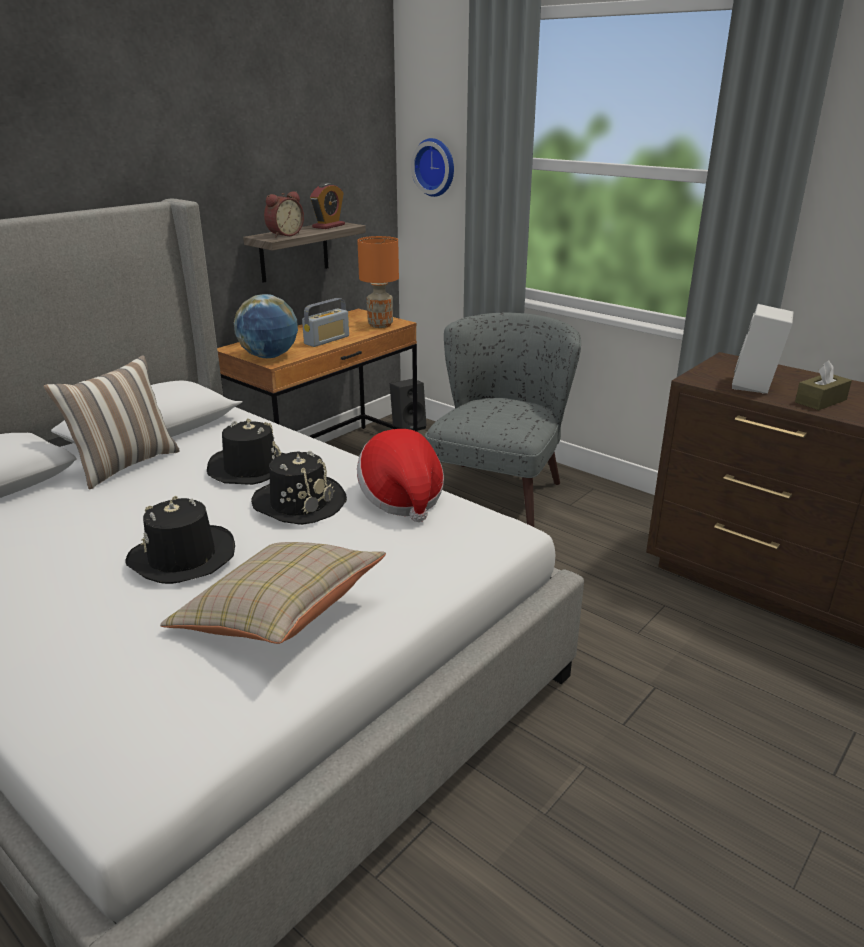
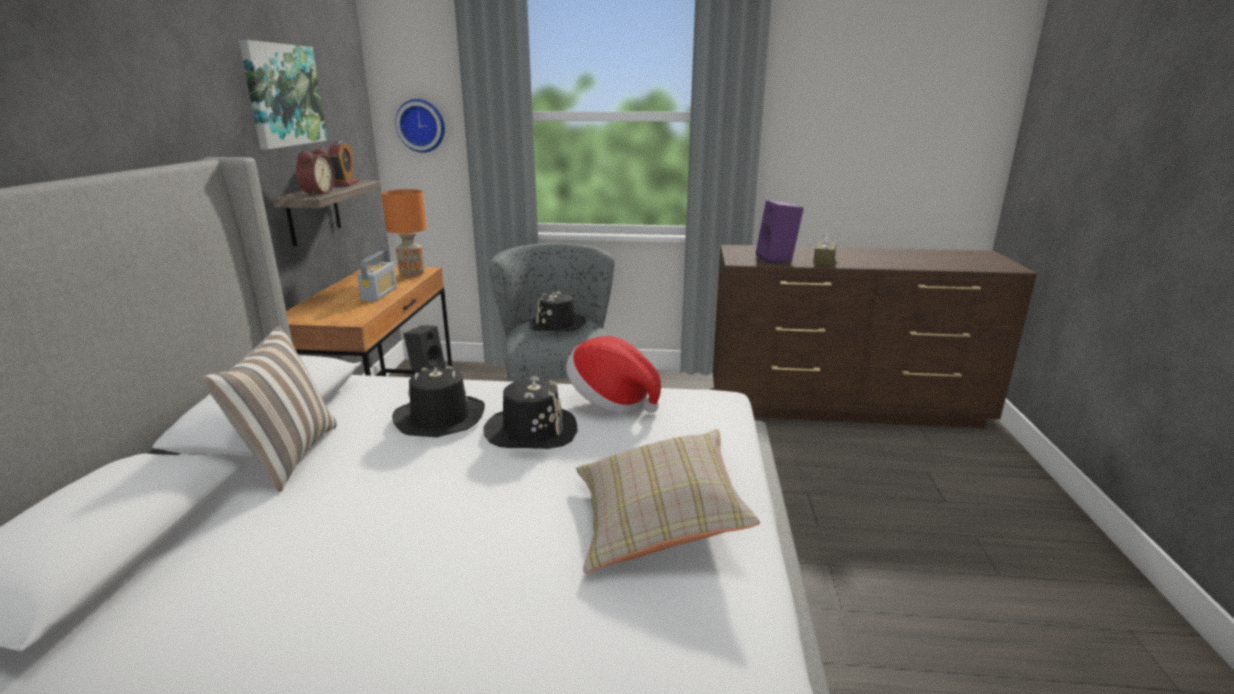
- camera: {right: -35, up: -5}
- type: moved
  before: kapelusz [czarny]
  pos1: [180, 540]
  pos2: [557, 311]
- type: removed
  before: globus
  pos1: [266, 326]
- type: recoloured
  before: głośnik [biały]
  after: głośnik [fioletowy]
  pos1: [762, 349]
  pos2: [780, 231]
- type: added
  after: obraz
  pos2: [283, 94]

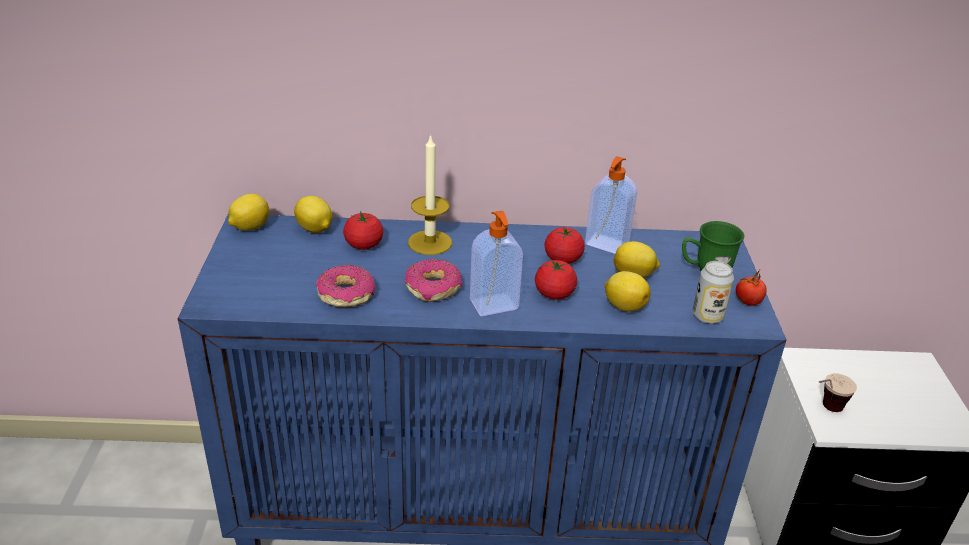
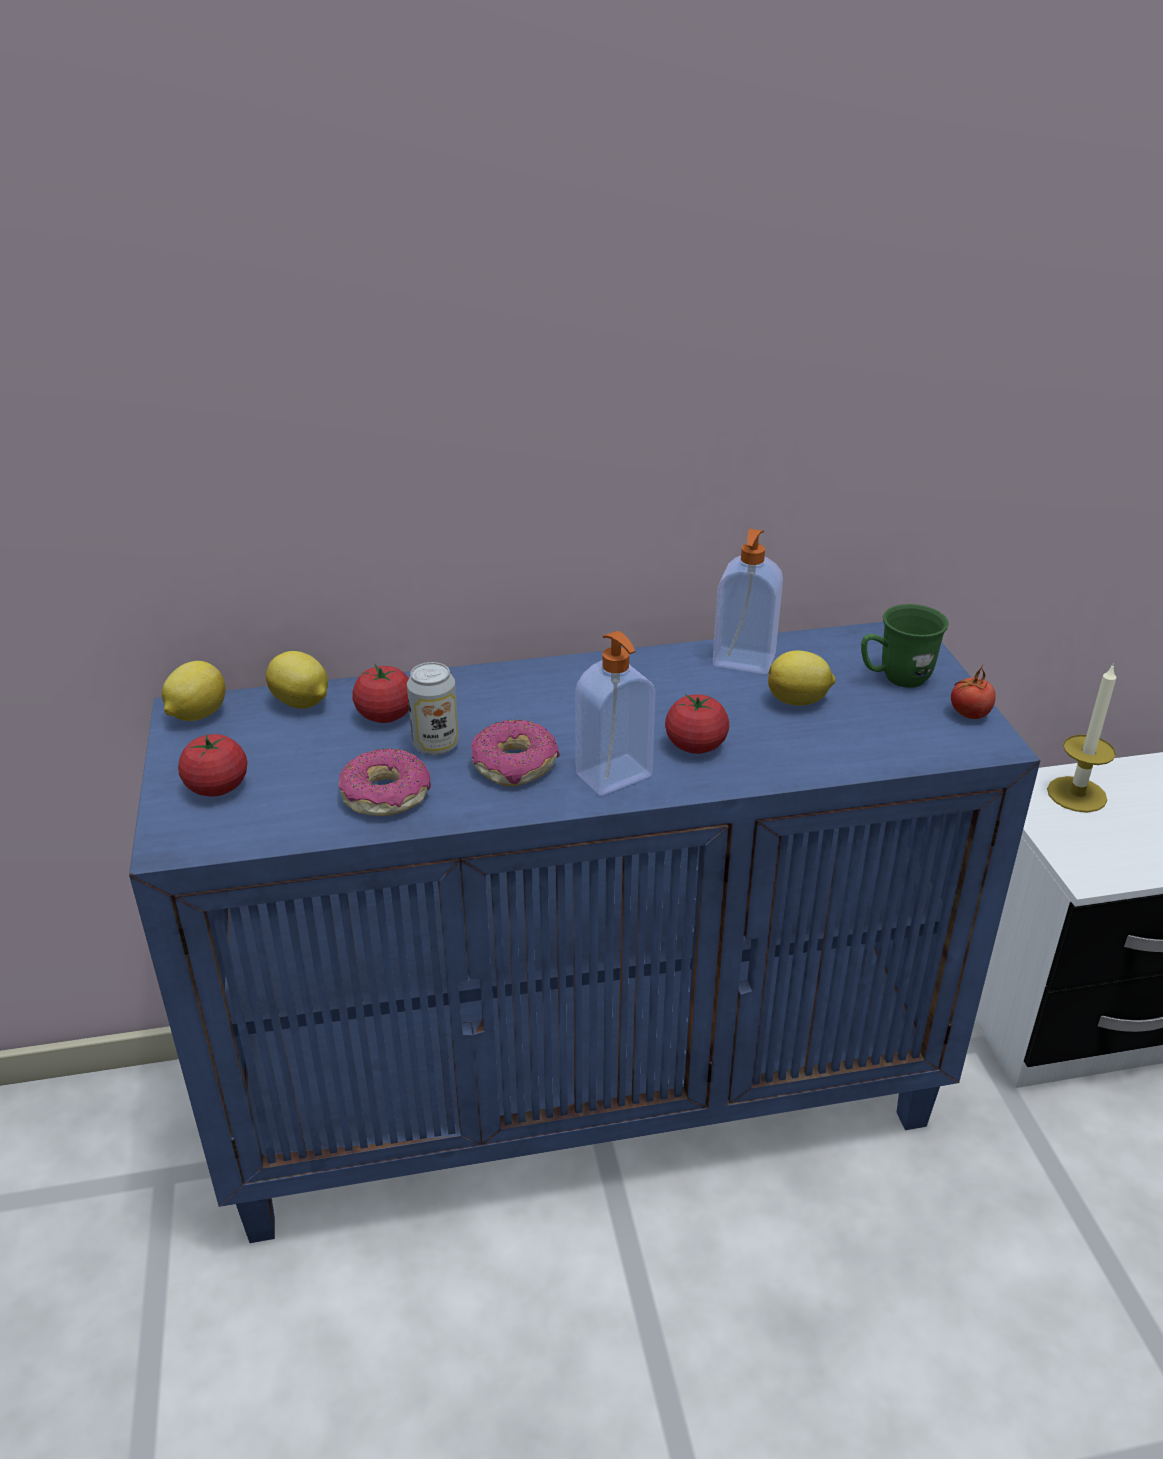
- camera: {right: -10, up: 0}
- type: moved
  before: świeca
  pos1: [430, 194]
  pos2: [1081, 737]
- type: moved
  before: pomidor
  pos1: [564, 245]
  pos2: [213, 765]
- type: removed
  before: cytryna
  pos1: [628, 291]
- type: moved
  before: puszka
  pos1: [713, 292]
  pos2: [433, 708]
- type: removed
  before: filiżanka
  pos1: [838, 392]

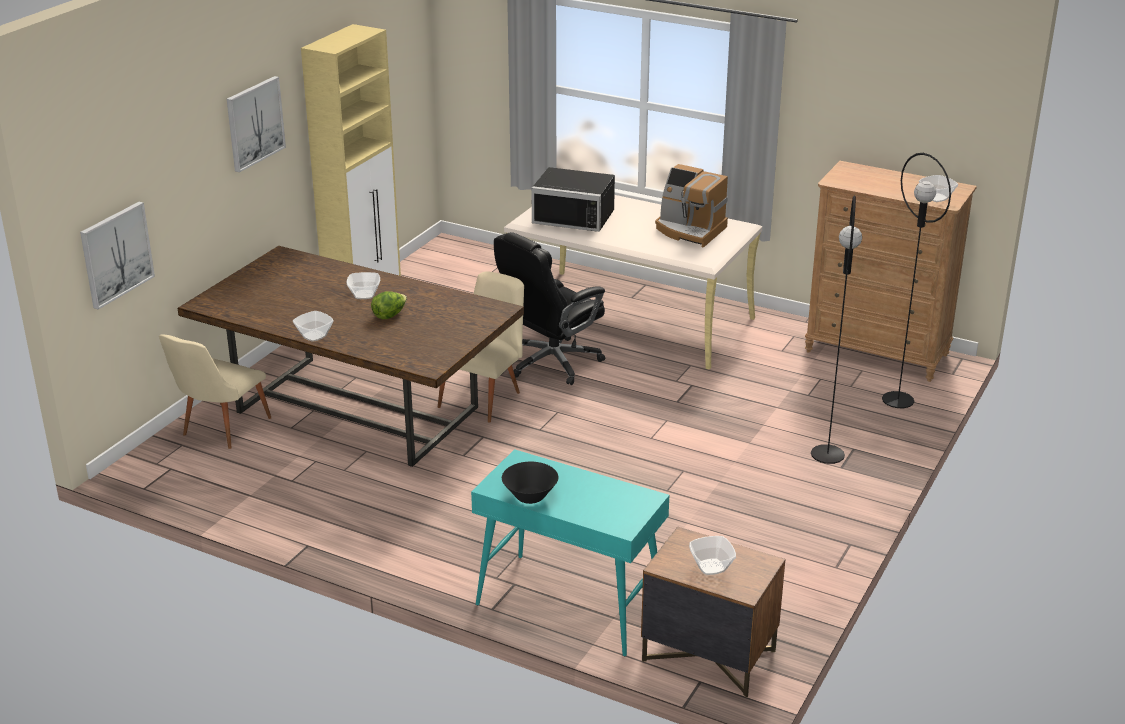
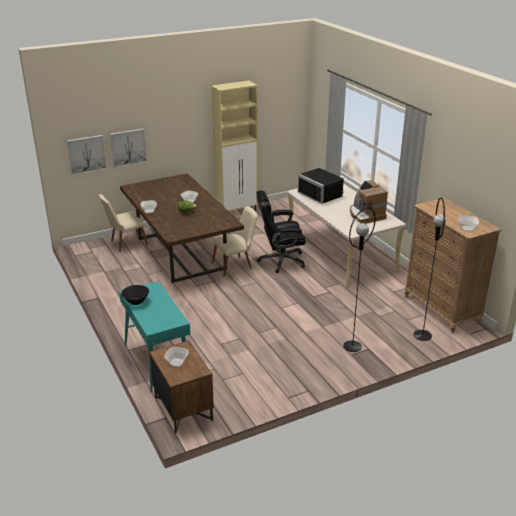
- camera: {right: 35, up: 0}
- type: moved
  before: obraz
  pos1: [256, 124]
  pos2: [128, 148]

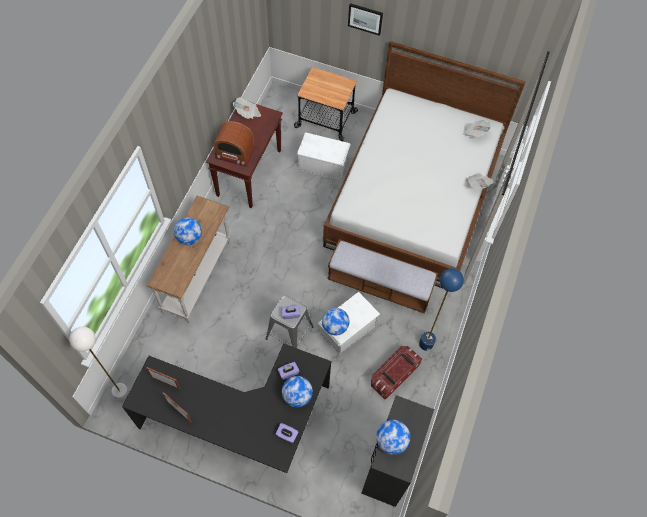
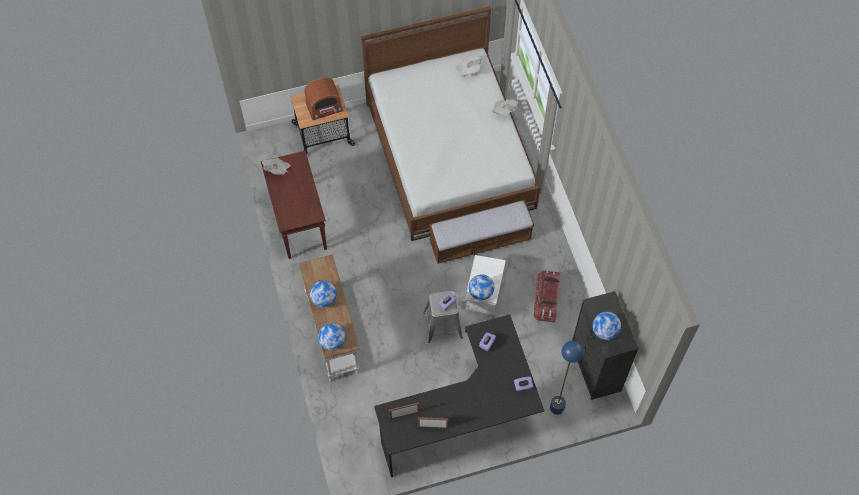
- camera: {right: -35, up: 0}
- type: removed
  before: lampa stojąca [biały]
  pos1: [99, 364]
- type: moved
  before: radio
  pos1: [235, 144]
  pos2: [323, 98]
- type: moved
  before: globus
  pos1: [297, 391]
  pos2: [332, 336]
- type: removed
  before: pojemnik do przechowywania [biały]
  pos1: [324, 156]
- type: removed
  before: obraz
  pos1: [365, 19]
- type: moved
  before: lampa stojąca [niebieski]
  pos1: [441, 309]
  pos2: [567, 378]

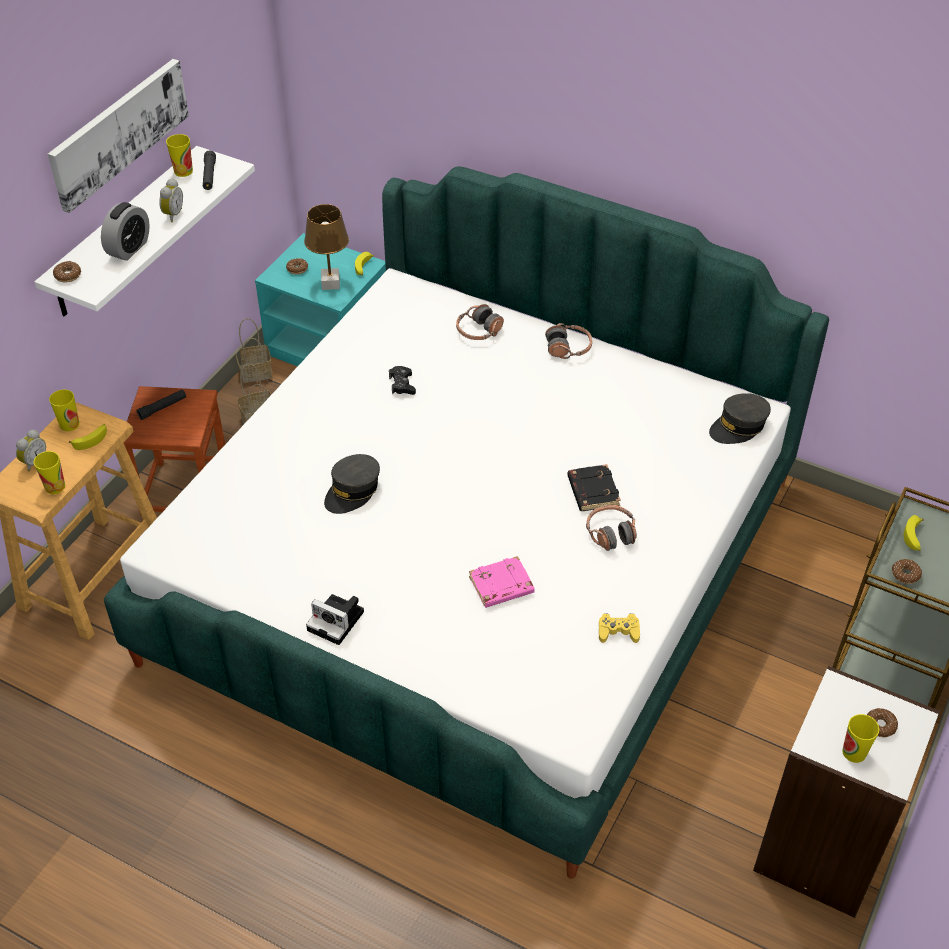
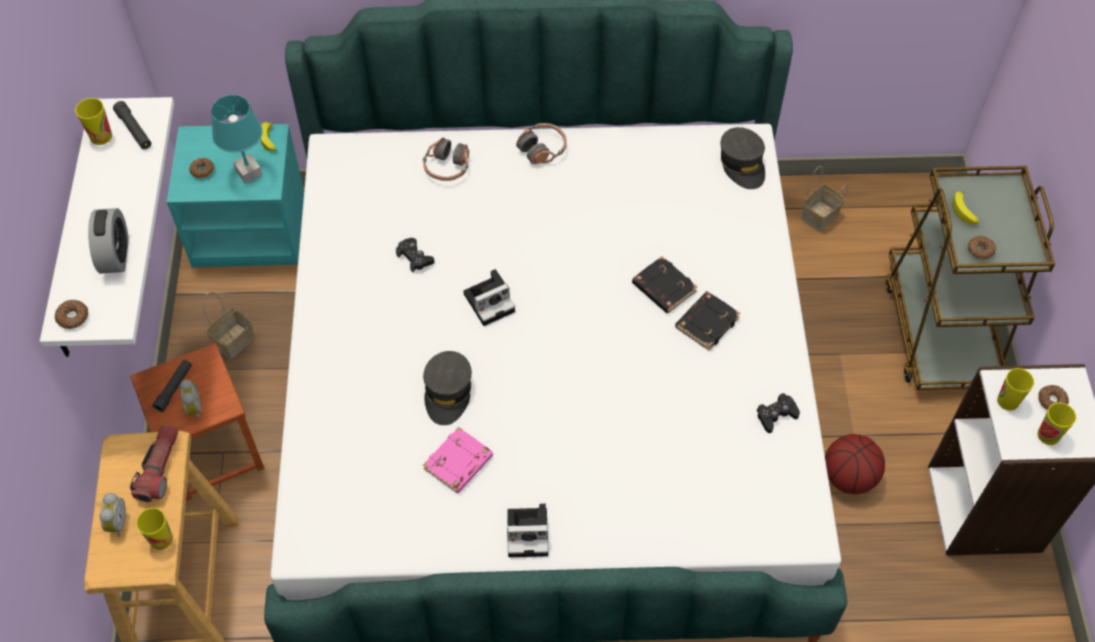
- camera: {right: -30, up: 10}
- type: removed
  before: obraz
  pos1: [118, 136]
- type: moved
  before: filiżanka
  pos1: [64, 410]
  pos2: [1015, 389]
- type: replaced
  before: banan
  after: latarka
  pos1: [88, 437]
  pos2: [154, 463]
- type: moved
  before: budzik
  pos1: [171, 200]
  pos2: [190, 399]
- type: moved
  before: koszyk
  pos1: [254, 350]
  pos2: [824, 199]
- type: recoloured
  before: lampa stołowa [brązowy]
  after: lampa stołowa [turkusowy]
  pos1: [326, 247]
  pos2: [237, 139]
- type: moved
  before: książka [różowy]
  pos1: [502, 582]
  pos2: [458, 460]
- type: replaced
  before: słuchawki
  after: książka [czarny]
  pos1: [611, 528]
  pos2: [708, 321]
- type: recoloured
  before: pad do gier [żółty]
  after: pad do gier [czarny]
  pos1: [619, 628]
  pos2: [778, 413]
- type: turned
  before: czapka z daszkiem [szary]
  pos1: [740, 418]
  pos2: [742, 158]
  turn: -45
- type: added
  after: aparat fotograficzny
  pos2: [489, 297]
- type: added
  after: piłka do koszykówki
  pos2: [855, 464]

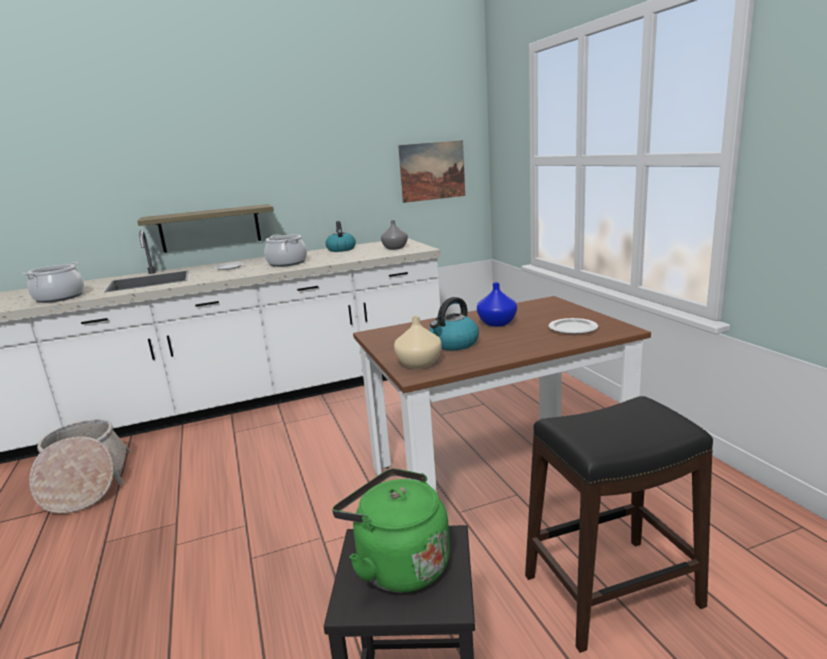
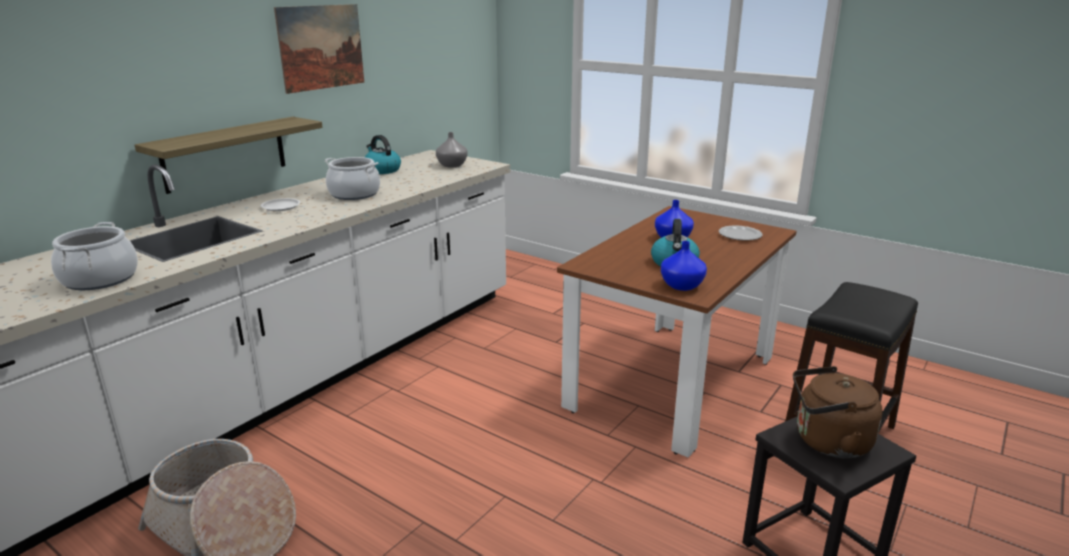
- camera: {right: -35, up: 5}
- type: recoloured
  before: czajnik [zielony]
  after: czajnik [brązowy]
  pos1: [391, 530]
  pos2: [838, 412]
- type: recoloured
  before: wazon [beżowy]
  after: wazon [niebieski]
  pos1: [418, 342]
  pos2: [684, 266]
- type: moved
  before: obraz
  pos1: [431, 171]
  pos2: [319, 49]

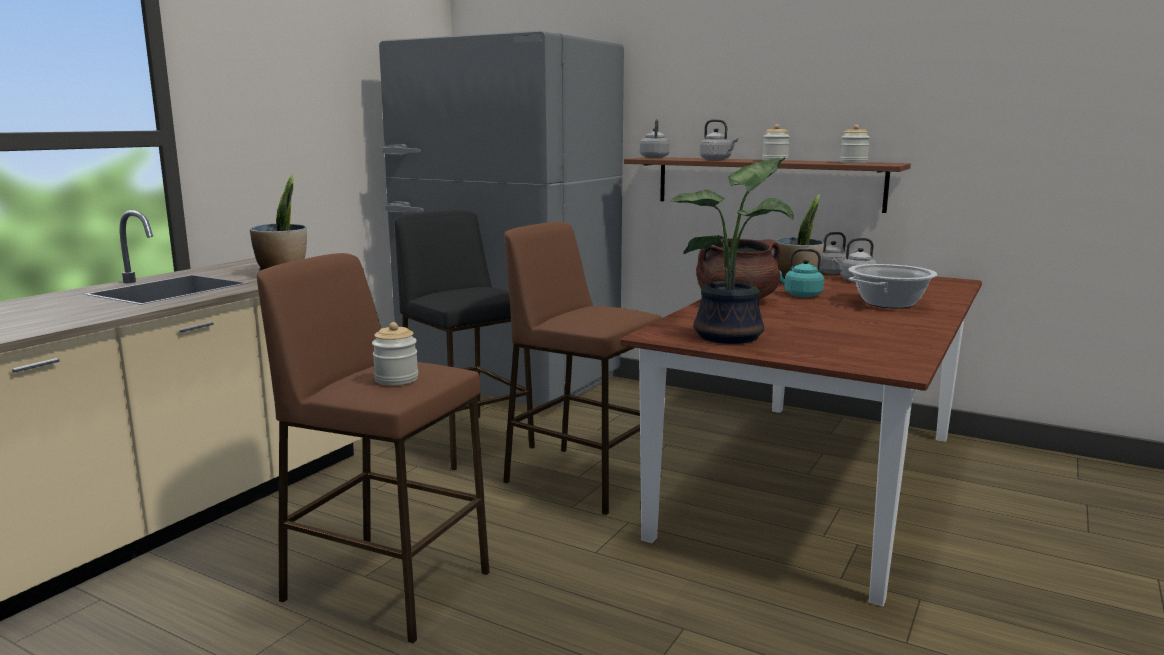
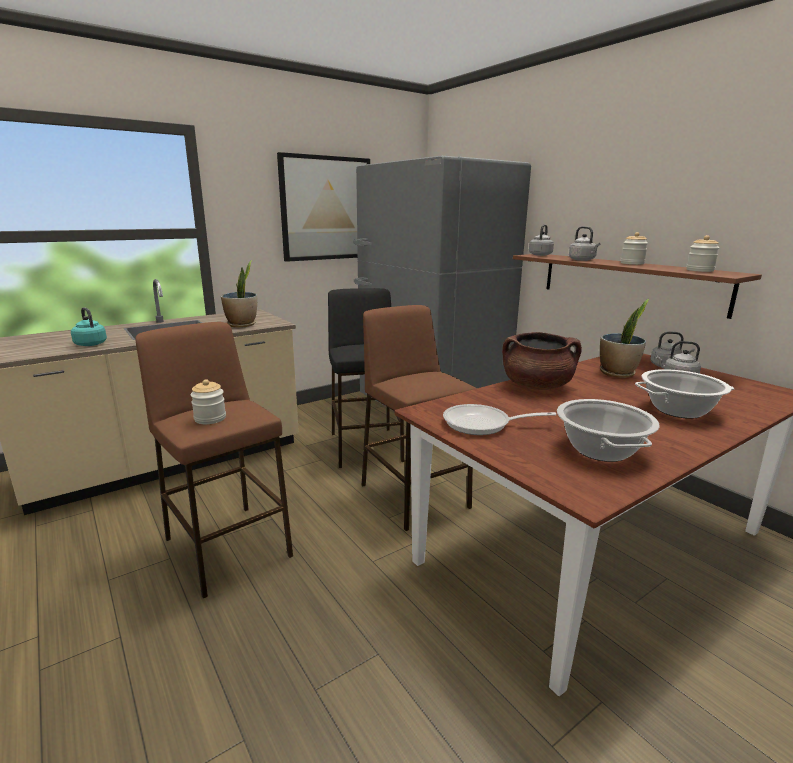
- camera: {right: 25, up: 5}
- type: replaced
  before: roślina doniczkowa
  after: patelnia
  pos1: [732, 250]
  pos2: [499, 419]
- type: moved
  before: czajnik [turkusowy]
  pos1: [801, 272]
  pos2: [89, 326]
- type: added
  after: obraz
  pos2: [323, 207]
- type: added
  after: garnek
  pos2: [608, 430]

